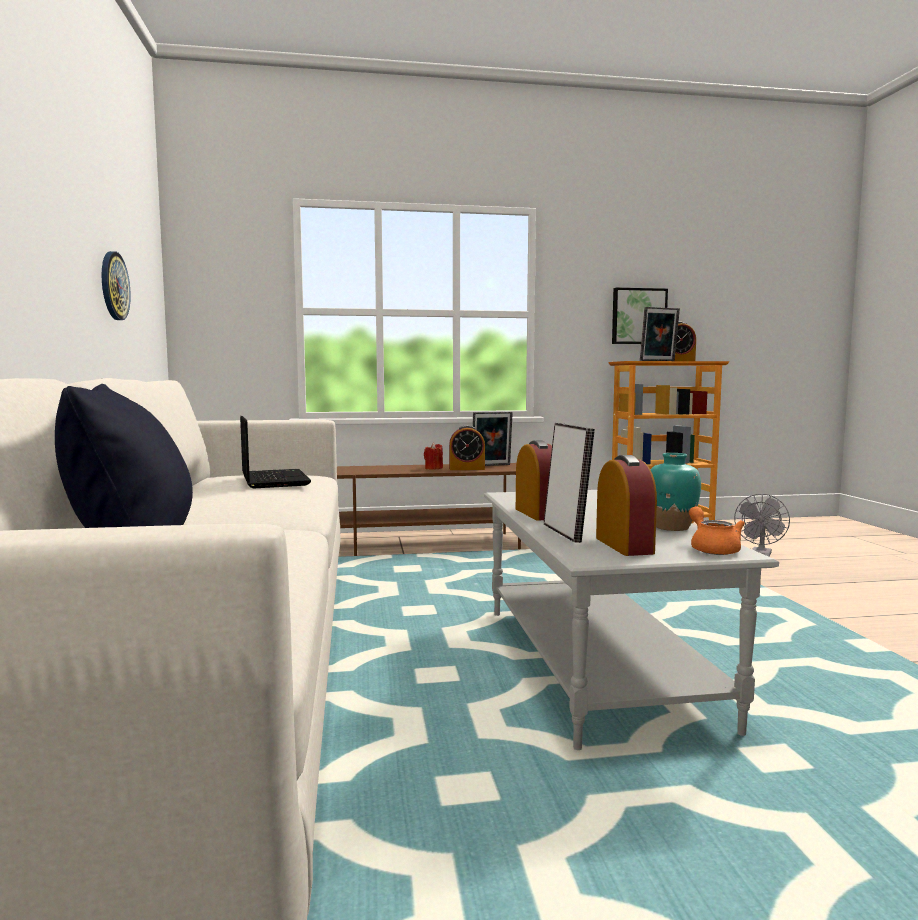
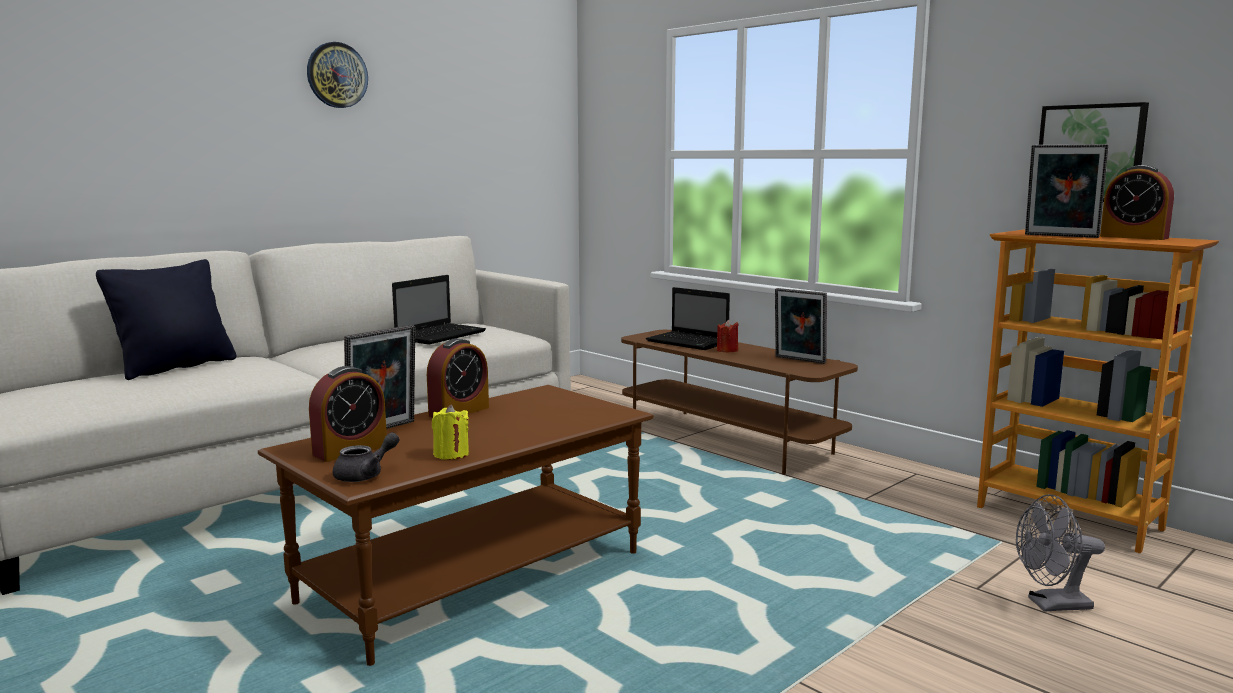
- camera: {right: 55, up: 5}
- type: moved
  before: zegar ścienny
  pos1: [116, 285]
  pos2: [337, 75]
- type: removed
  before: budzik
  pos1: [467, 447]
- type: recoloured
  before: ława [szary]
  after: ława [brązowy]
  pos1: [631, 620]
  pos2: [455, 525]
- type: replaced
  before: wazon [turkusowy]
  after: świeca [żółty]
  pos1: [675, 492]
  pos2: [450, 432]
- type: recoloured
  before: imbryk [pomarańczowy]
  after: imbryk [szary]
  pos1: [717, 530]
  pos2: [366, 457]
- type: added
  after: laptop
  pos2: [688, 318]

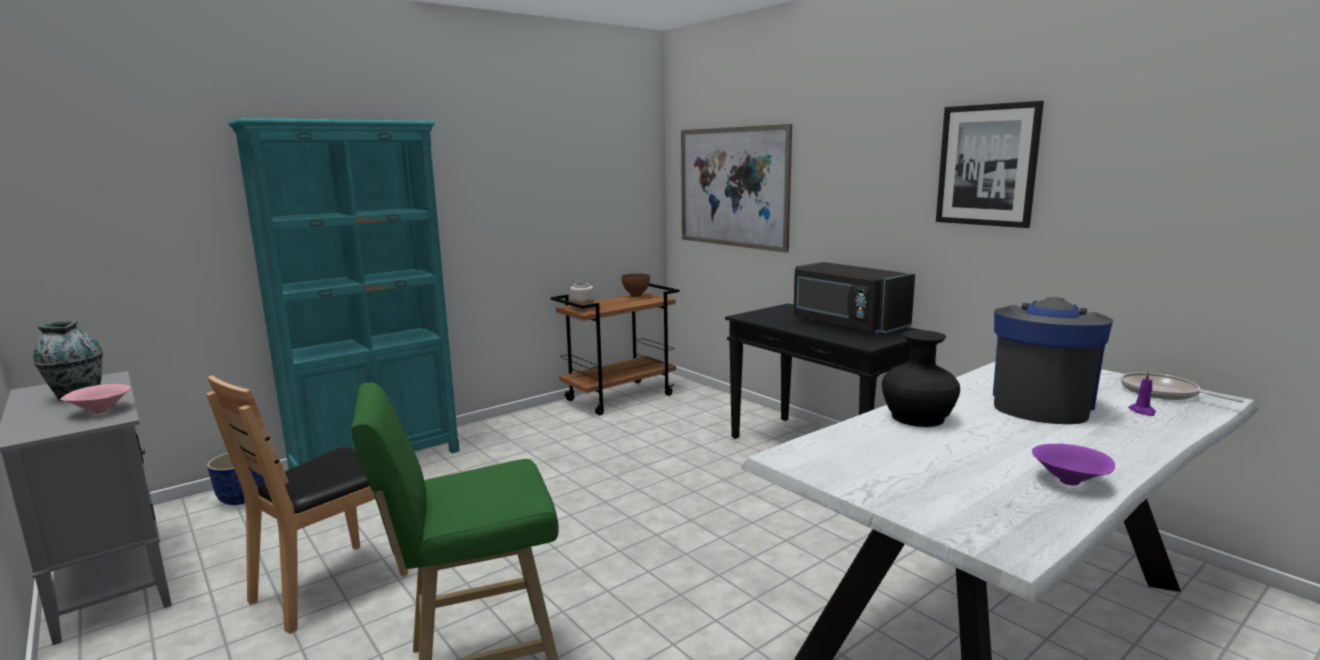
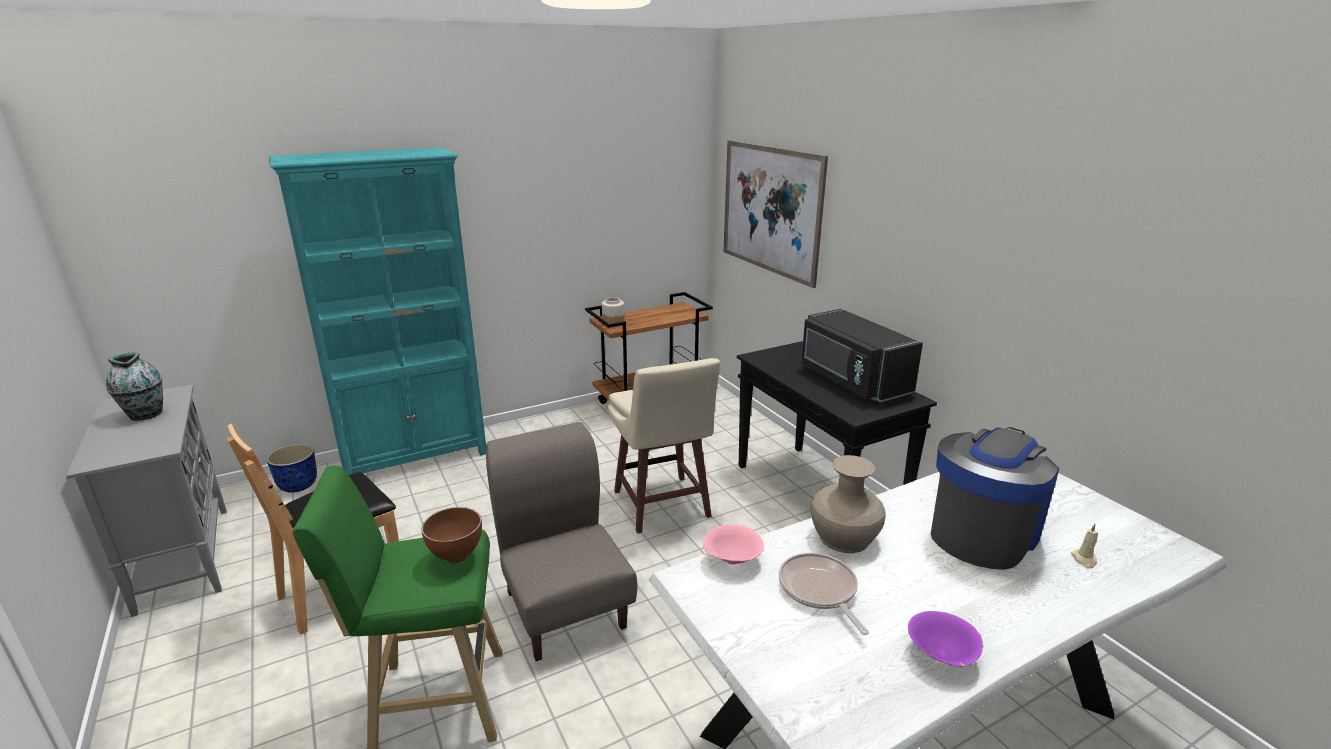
- camera: {right: 10, up: 10}
- type: moved
  before: miska [różowy]
  pos1: [95, 398]
  pos2: [733, 545]
- type: moved
  before: miska [brązowy]
  pos1: [635, 285]
  pos2: [451, 535]
- type: recoloured
  before: wazon [czarny]
  after: wazon [beżowy]
  pos1: [921, 378]
  pos2: [848, 504]
- type: removed
  before: obraz
  pos1: [990, 164]
- type: moved
  before: patelnia
  pos1: [1182, 387]
  pos2: [824, 594]
- type: recoloured
  before: świeca [fioletowy]
  after: świeca [beżowy]
  pos1: [1142, 393]
  pos2: [1084, 546]
- type: added
  after: krzesło [szary]
  pos2: [562, 541]
- type: added
  after: stołek [beżowy]
  pos2: [664, 446]

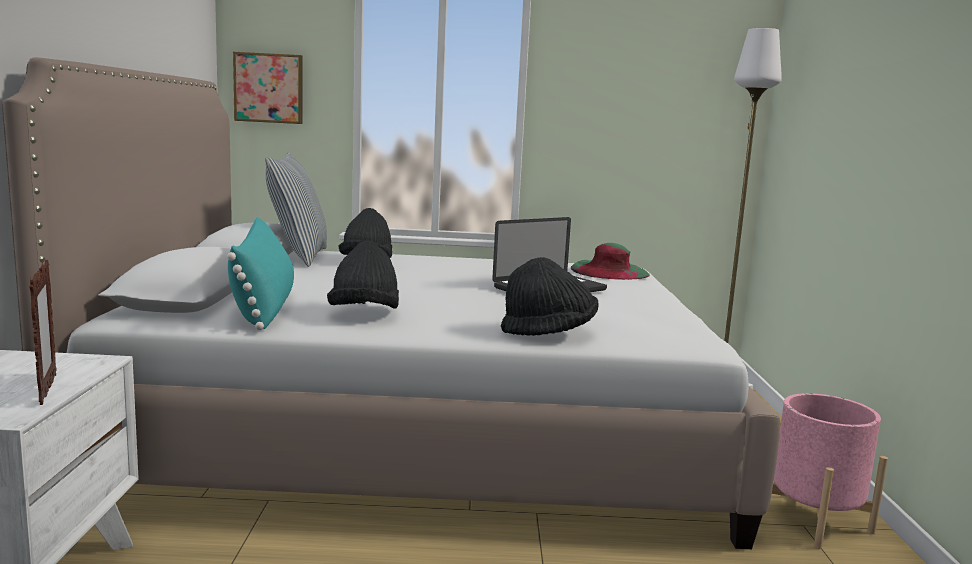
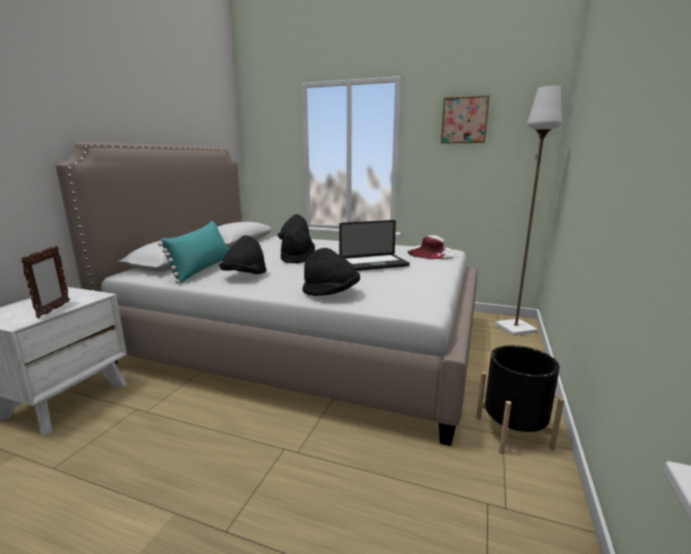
- camera: {right: 20, up: 5}
- type: moved
  before: obraz
  pos1: [267, 88]
  pos2: [465, 119]
- type: removed
  before: poduszka
  pos1: [296, 209]
- type: recoloured
  before: kapelusz [zielony]
  after: kapelusz [biały]
  pos1: [610, 261]
  pos2: [432, 247]
- type: recoloured
  before: donica [różowy]
  after: donica [czarny]
  pos1: [830, 471]
  pos2: [520, 399]
- type: added
  after: kapelusz [czarny]
  pos2: [298, 244]

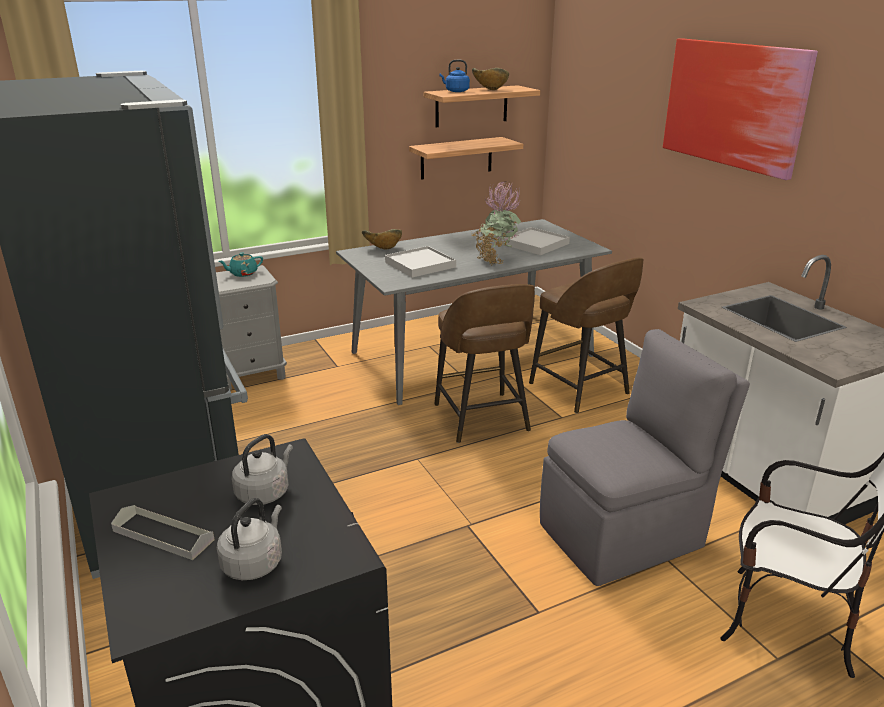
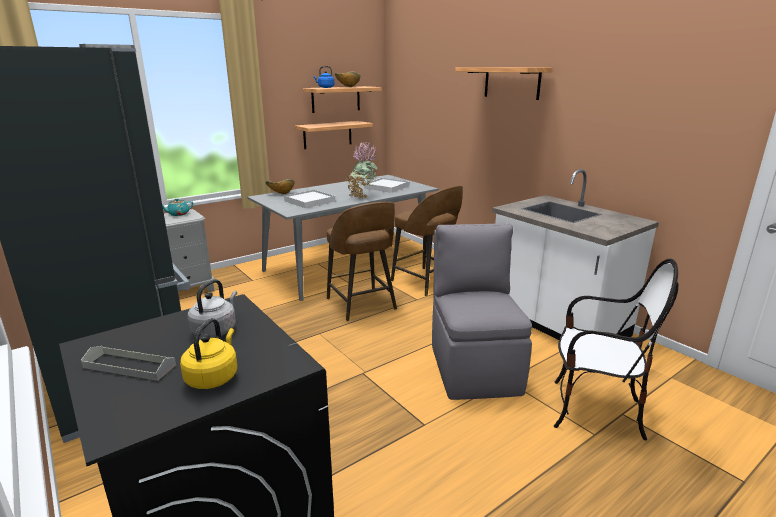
- camera: {right: -10, up: -5}
- type: recoloured
  before: czajnik [szary]
  after: czajnik [żółty]
  pos1: [249, 539]
  pos2: [208, 353]
- type: turned
  before: krzesło [szary]
  pos1: [645, 457]
  pos2: [482, 311]
  turn: -60
- type: replaced
  before: obraz
  after: półka
  pos1: [740, 109]
  pos2: [503, 83]

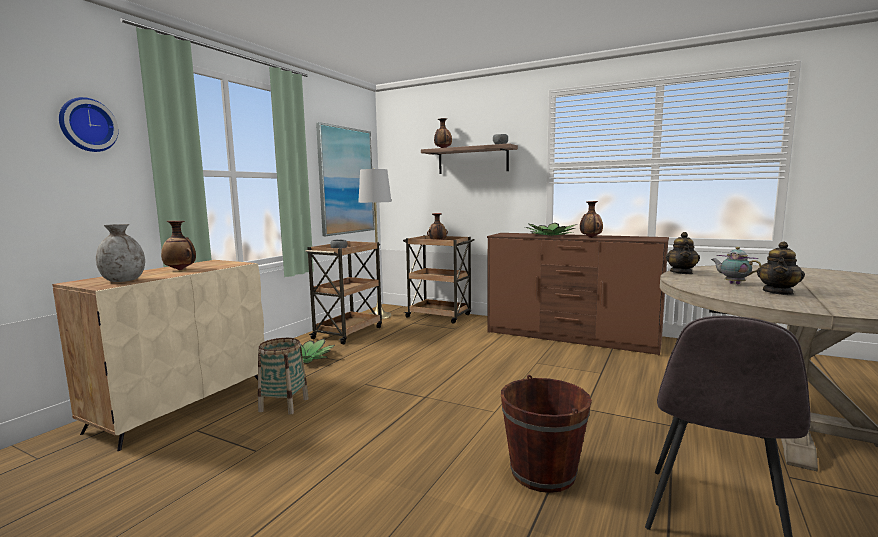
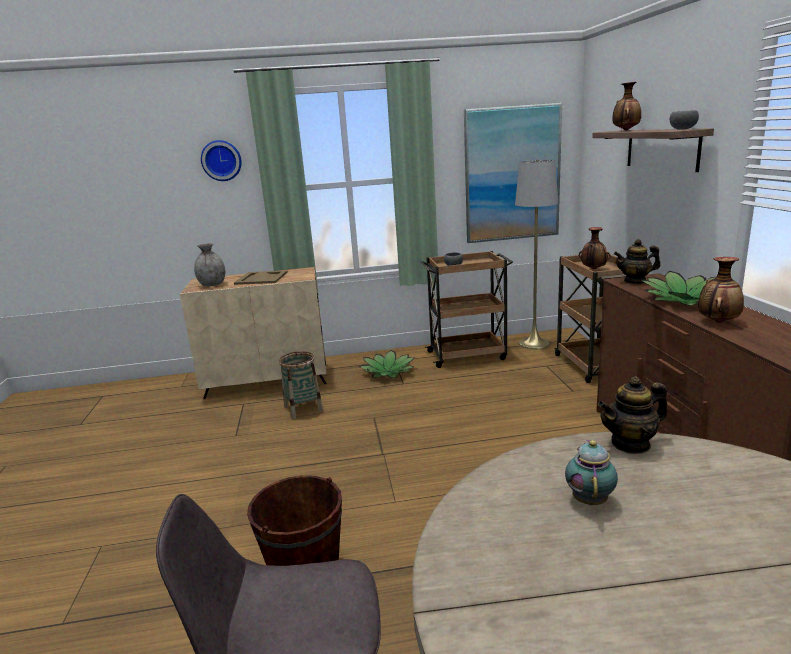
- camera: {right: 55, up: 10}
- type: replaced
  before: wazon
  after: taca [beżowy]
  pos1: [178, 245]
  pos2: [261, 277]
- type: moved
  before: imbryk
  pos1: [781, 268]
  pos2: [637, 261]

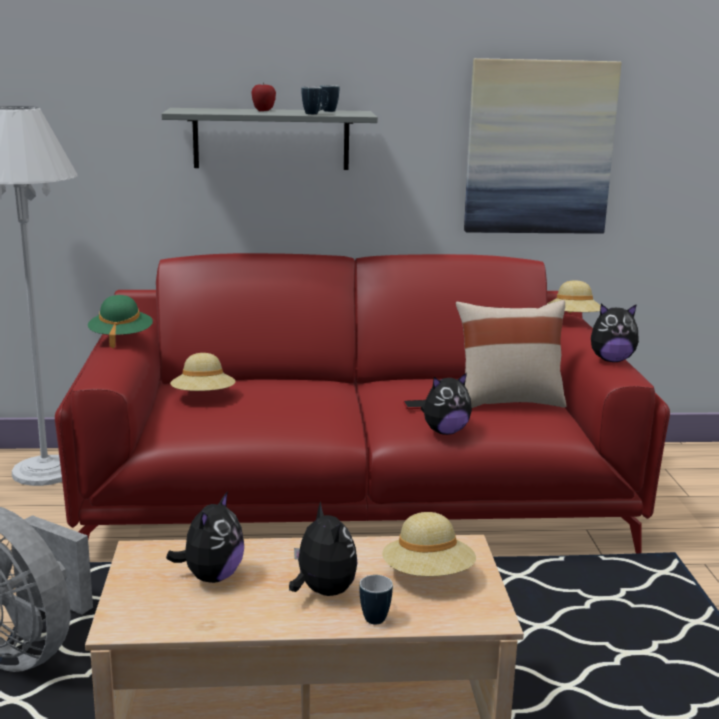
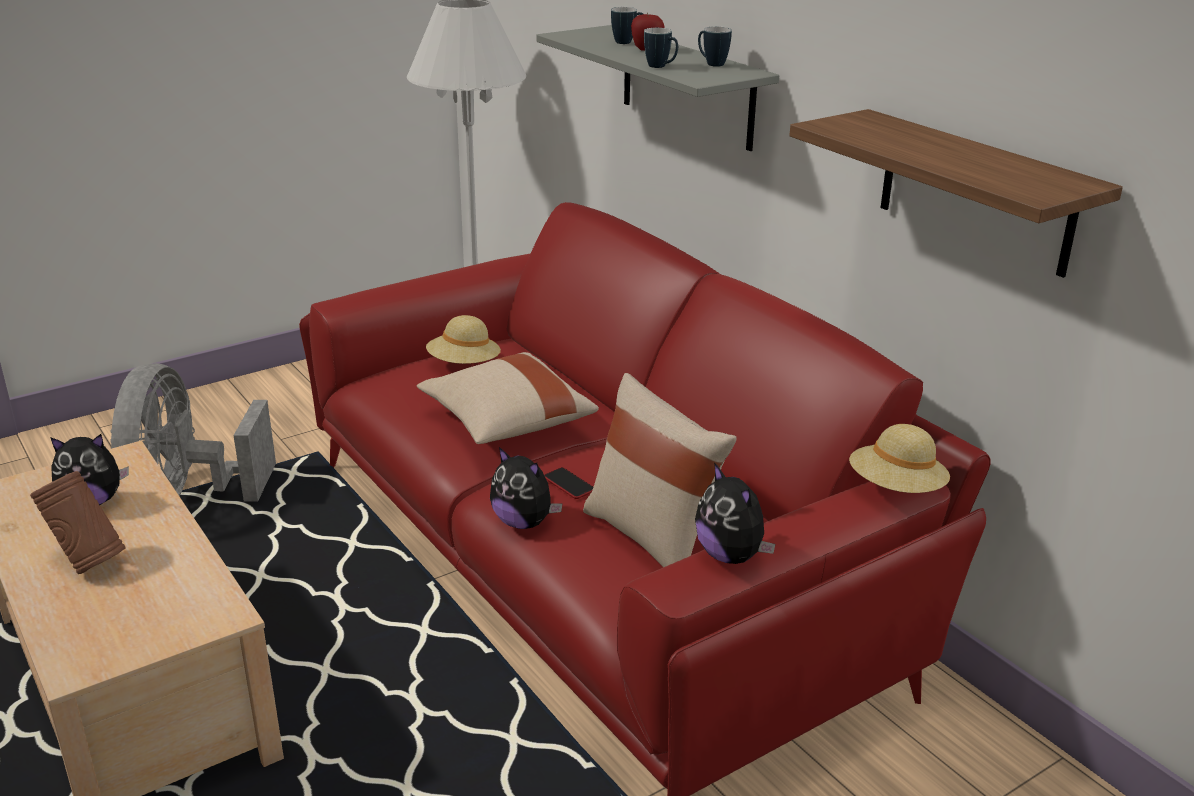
- camera: {right: 60, up: 10}
- type: removed
  before: kapelusz [zielony]
  pos1: [120, 321]
- type: replaced
  before: pluszak
  after: wazon [brązowy]
  pos1: [323, 549]
  pos2: [78, 522]
- type: moved
  before: kubek
  pos1: [376, 600]
  pos2: [627, 25]
- type: removed
  before: kapelusz [beżowy]
  pos1: [429, 544]
- type: replaced
  before: obraz
  after: półka
  pos1: [542, 146]
  pos2: [956, 193]
- type: added
  after: poduszka [beżowy]
  pos2: [508, 398]

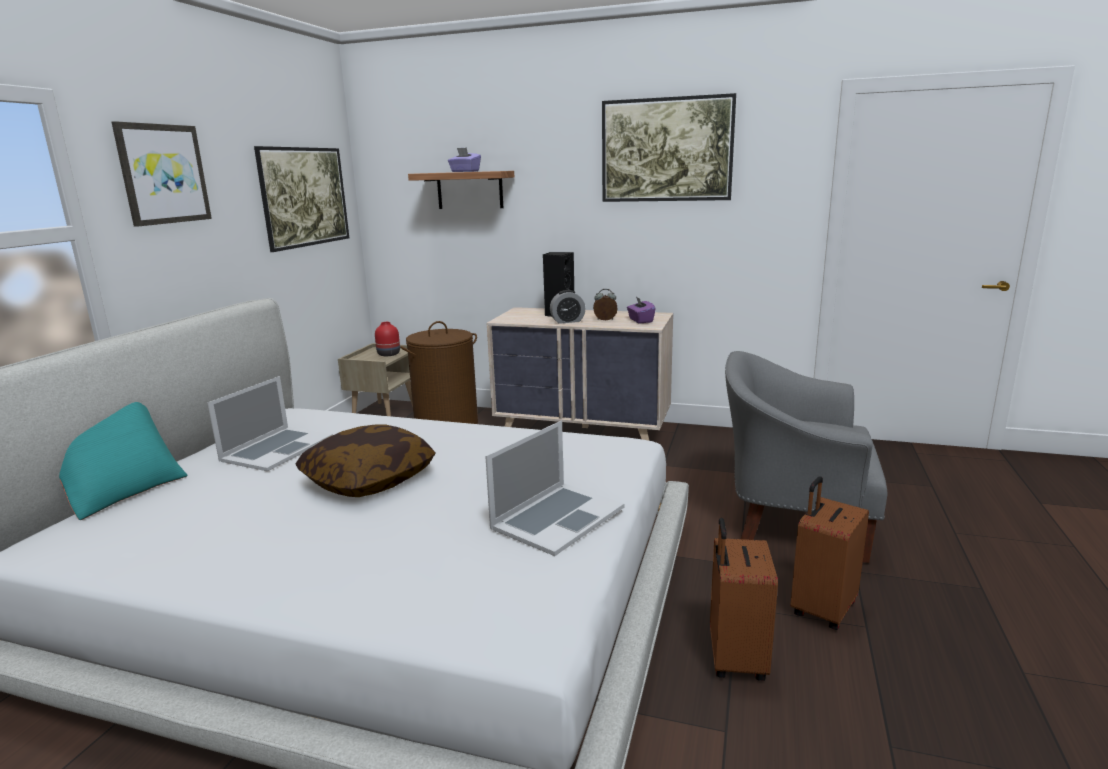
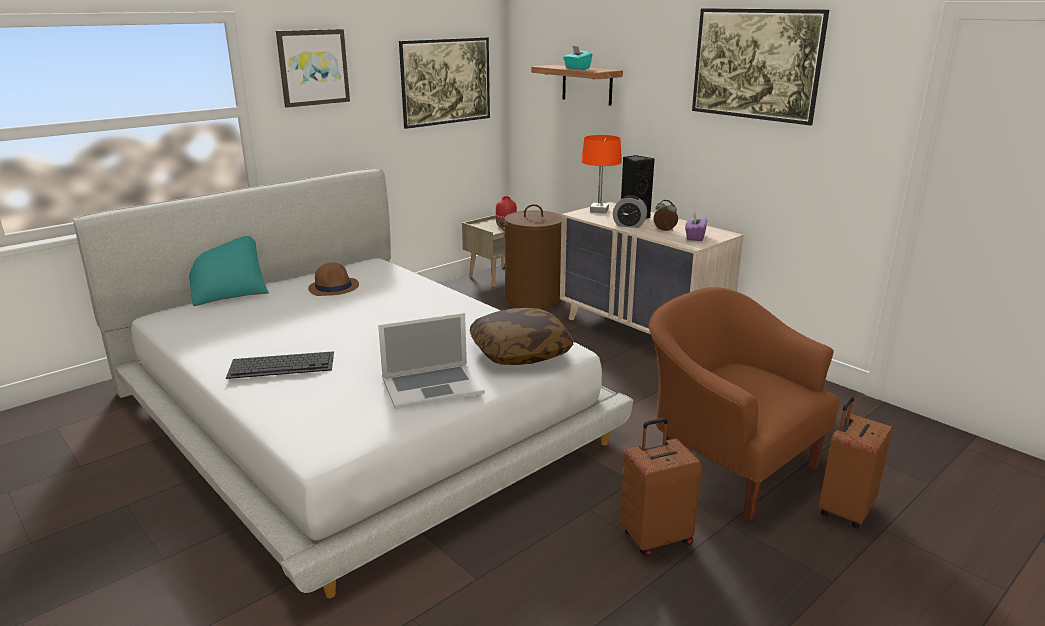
- camera: {right: 30, up: 5}
- type: replaced
  before: laptop
  after: kapelusz [brązowy]
  pos1: [270, 423]
  pos2: [333, 279]
- type: moved
  before: poduszka
  pos1: [366, 461]
  pos2: [521, 336]
- type: recoloured
  before: pudełko chusteczek [fioletowy]
  after: pudełko chusteczek [turkusowy]
  pos1: [464, 159]
  pos2: [577, 57]
- type: moved
  before: walizka [brązowy]
  pos1: [744, 599]
  pos2: [856, 462]
- type: recoloured
  before: fotel [szary]
  after: fotel [brązowy]
  pos1: [806, 457]
  pos2: [744, 404]
- type: added
  after: klawiatura
  pos2: [280, 365]
- type: added
  after: lampa stołowa [pomarańczowy]
  pos2: [601, 174]

